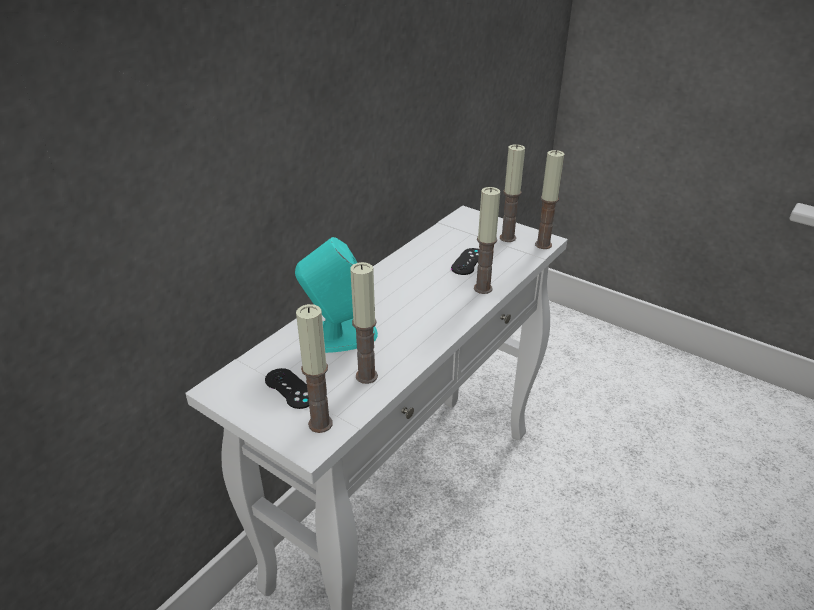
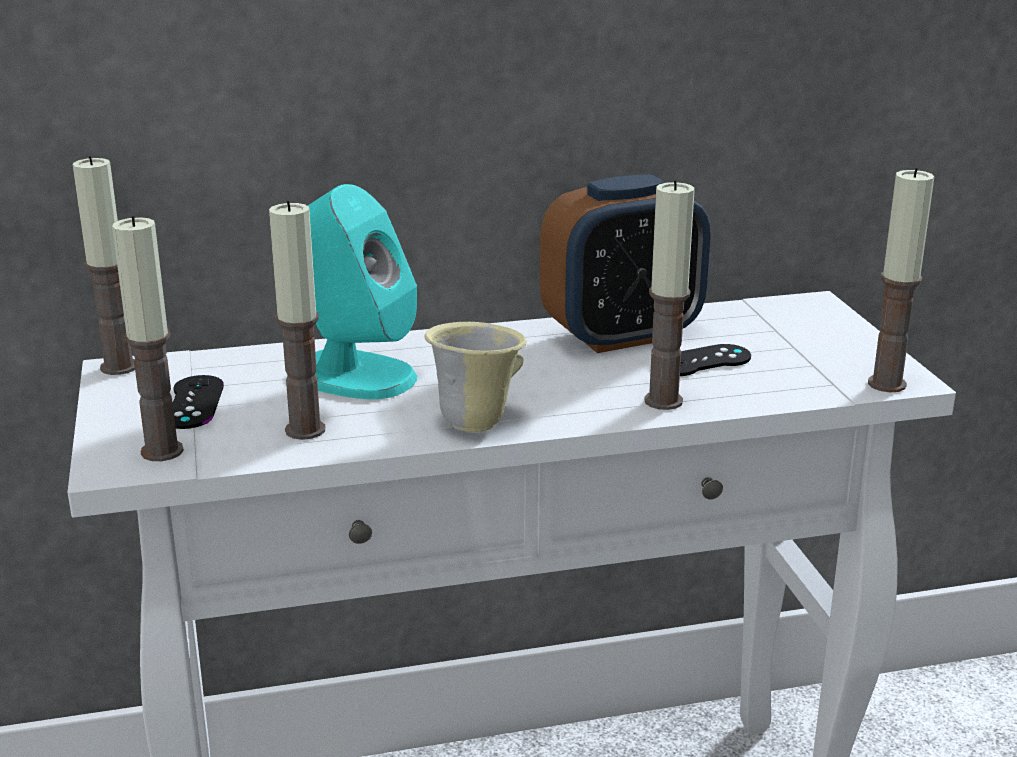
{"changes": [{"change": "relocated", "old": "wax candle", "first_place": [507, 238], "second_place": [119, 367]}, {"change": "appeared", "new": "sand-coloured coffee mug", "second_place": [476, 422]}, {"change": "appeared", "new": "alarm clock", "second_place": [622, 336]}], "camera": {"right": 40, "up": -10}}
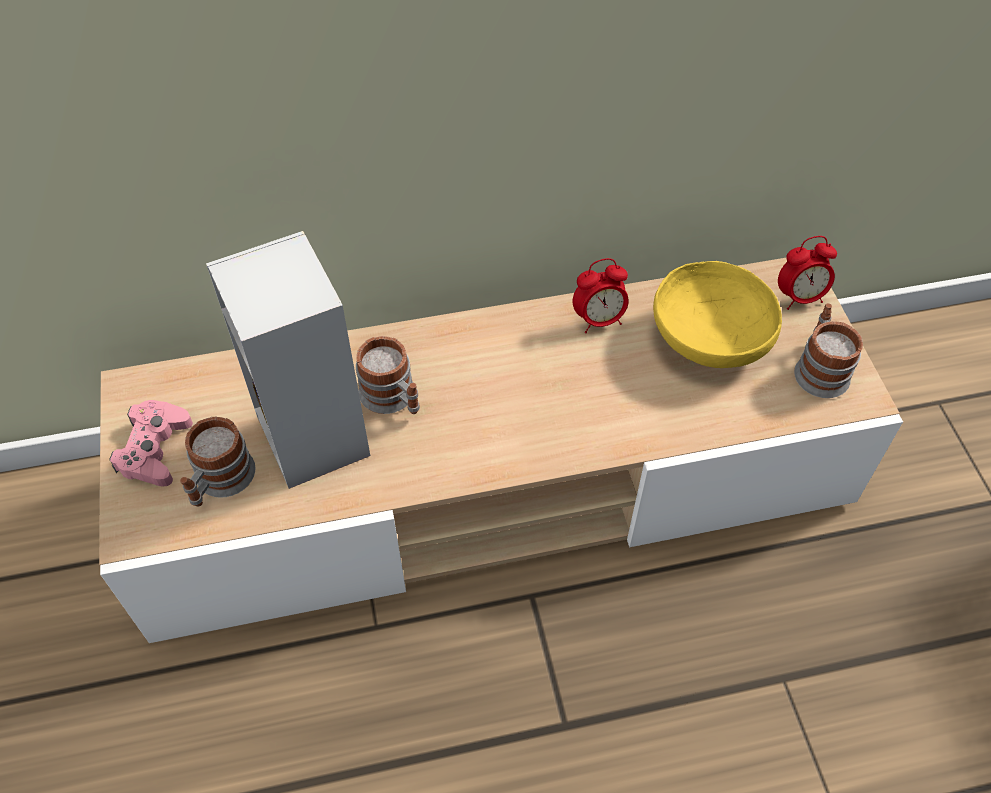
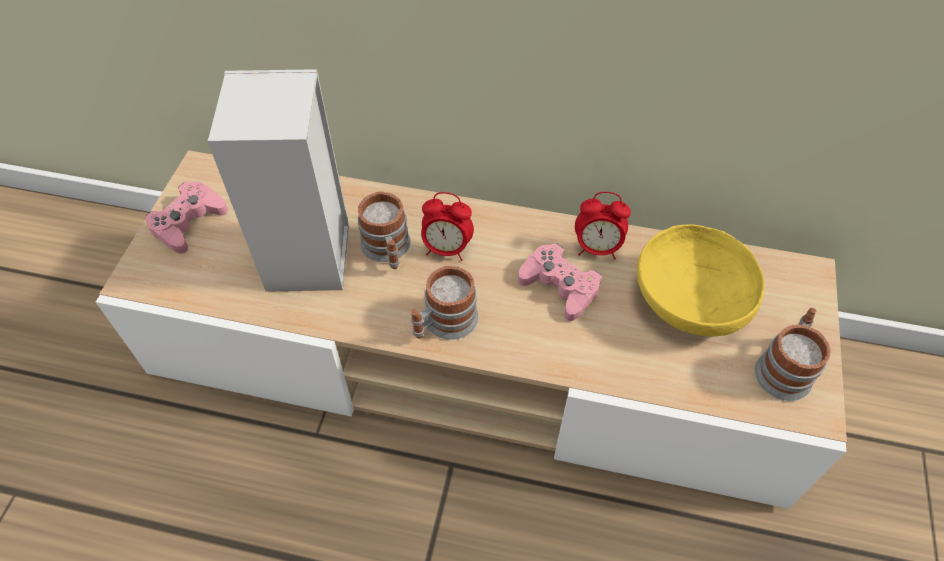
{"changes": [{"change": "relocated", "old": "coffee mug", "first_place": [220, 481], "second_place": [443, 323]}, {"change": "relocated", "old": "alarm clock", "first_place": [799, 297], "second_place": [447, 249]}, {"change": "appeared", "new": "pink-coloured game controller", "second_place": [559, 286]}], "camera": {"right": 25, "up": 0}}
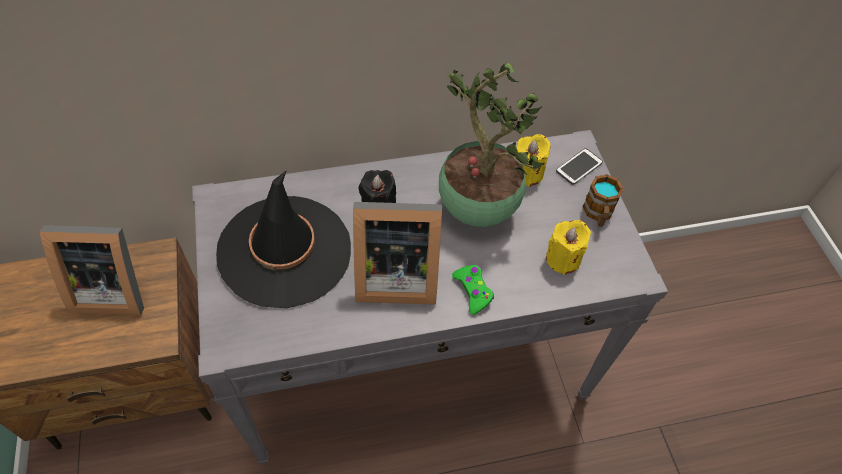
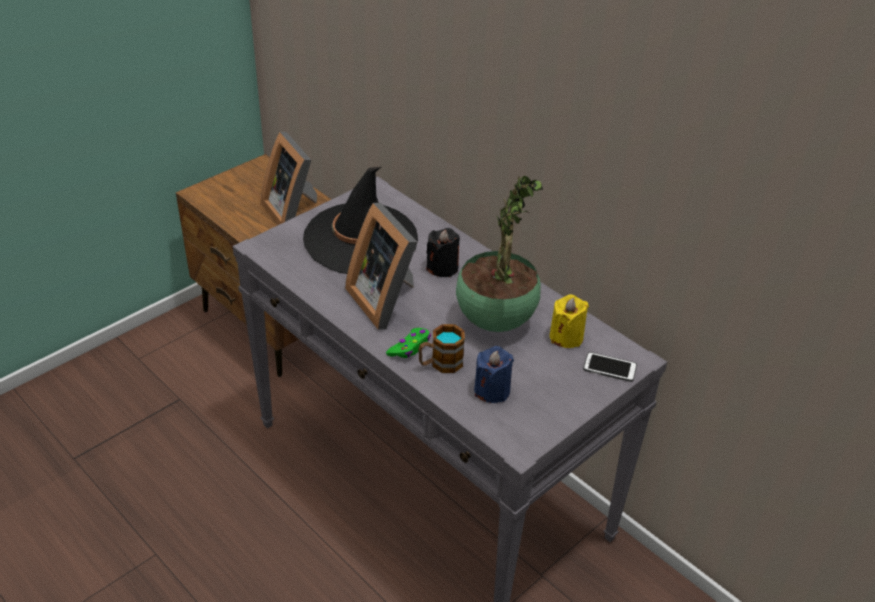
{"changes": [{"change": "relocated", "old": "coffee mug", "first_place": [598, 214], "second_place": [440, 364]}, {"change": "colour", "old": "yellowish wax candle", "new": "blue wax candle", "first_place": [563, 259], "second_place": [492, 390]}], "camera": {"right": 60, "up": -15}}
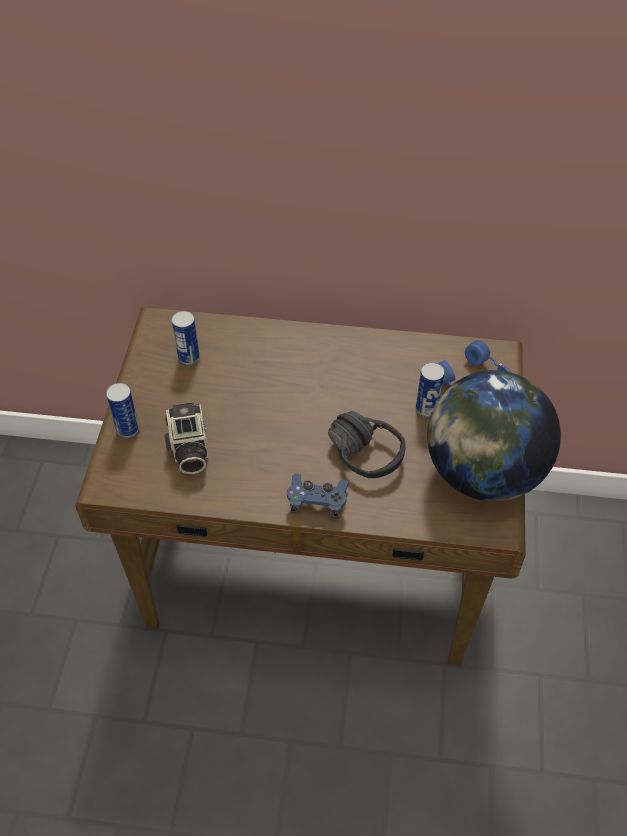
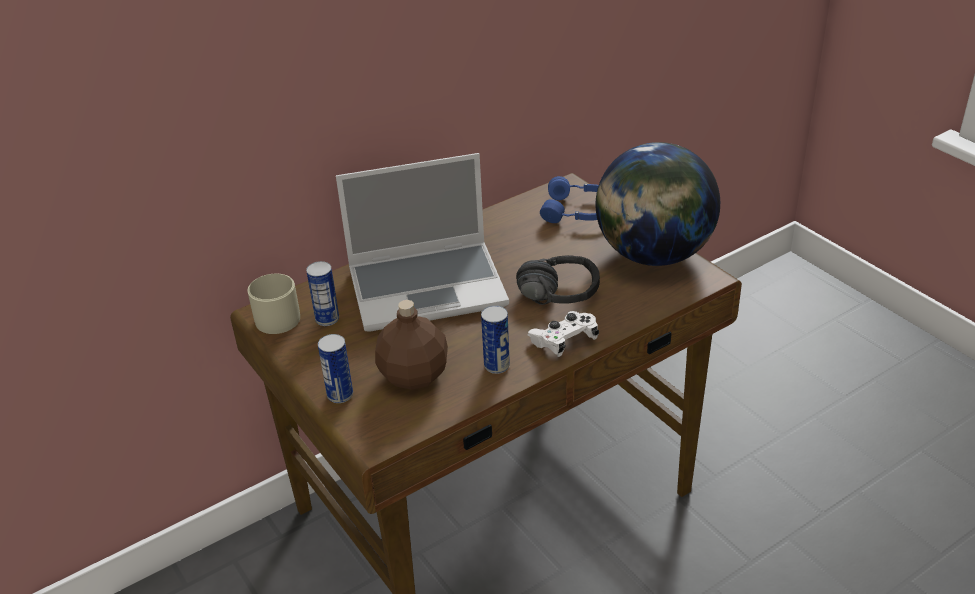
{"changes": [{"change": "appeared", "new": "sand-coloured coffee mug", "second_place": [280, 315]}, {"change": "appeared", "new": "laptop", "second_place": [428, 286]}, {"change": "exchanged", "old": "photo camera", "new": "brown beverage bottle", "first_place": [188, 449], "second_place": [414, 375]}, {"change": "relocated", "old": "can", "first_place": [426, 409], "second_place": [496, 366]}, {"change": "colour", "old": "blue game controller", "new": "whitish game controller", "first_place": [317, 501], "second_place": [564, 341]}], "camera": {"right": -40, "up": -15}}
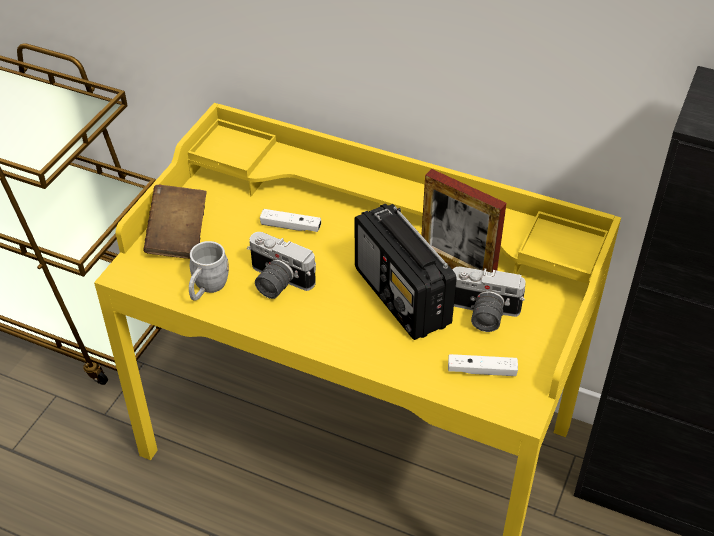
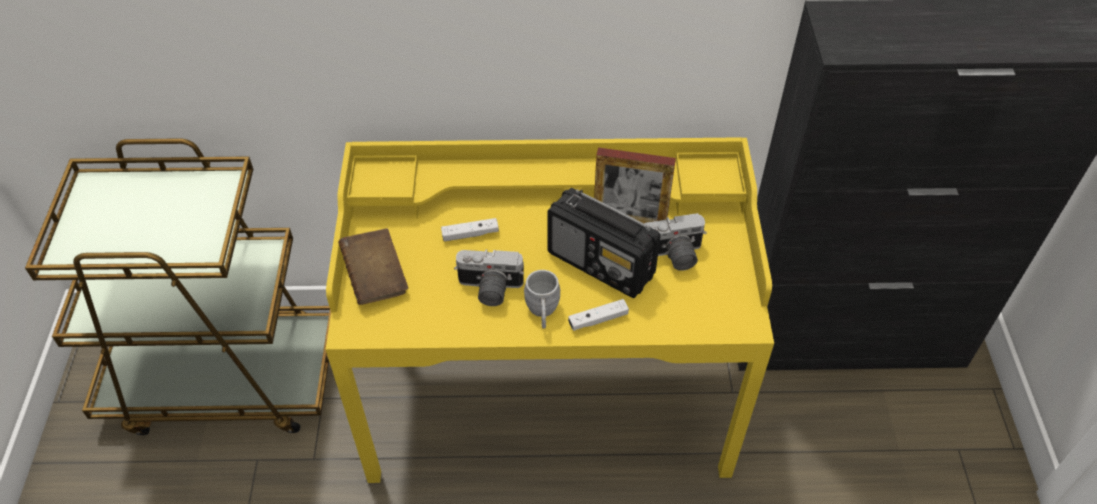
{"changes": [{"change": "relocated", "old": "gray coffee mug", "first_place": [207, 288], "second_place": [542, 313]}, {"change": "relocated", "old": "whitish game controller", "first_place": [482, 371], "second_place": [598, 319]}], "camera": {"right": -25, "up": 5}}
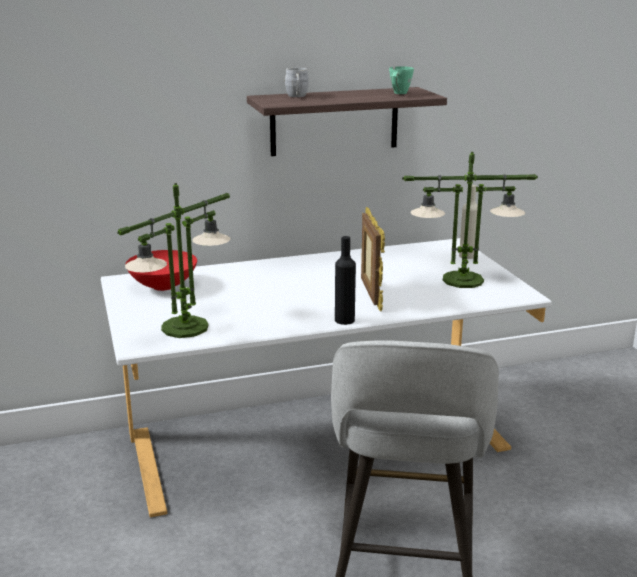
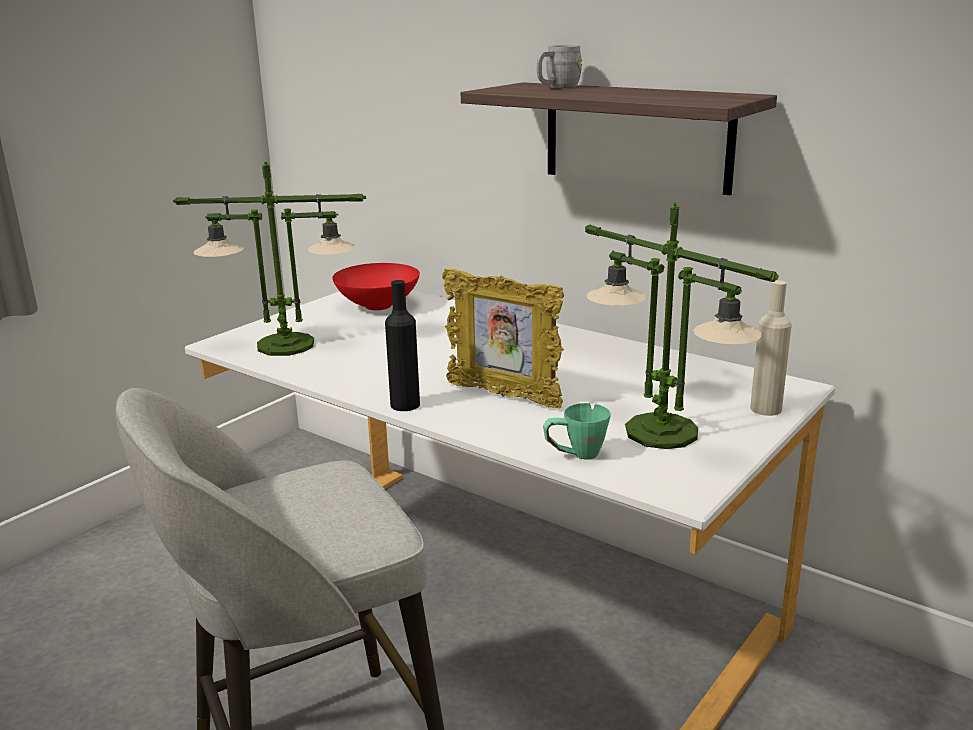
{"changes": [{"change": "spun", "old": "picture frame", "first_place": [370, 296], "second_place": [504, 396], "degrees": 75}, {"change": "relocated", "old": "greenish coffee mug", "first_place": [398, 94], "second_place": [575, 455]}], "camera": {"right": 55, "up": 0}}
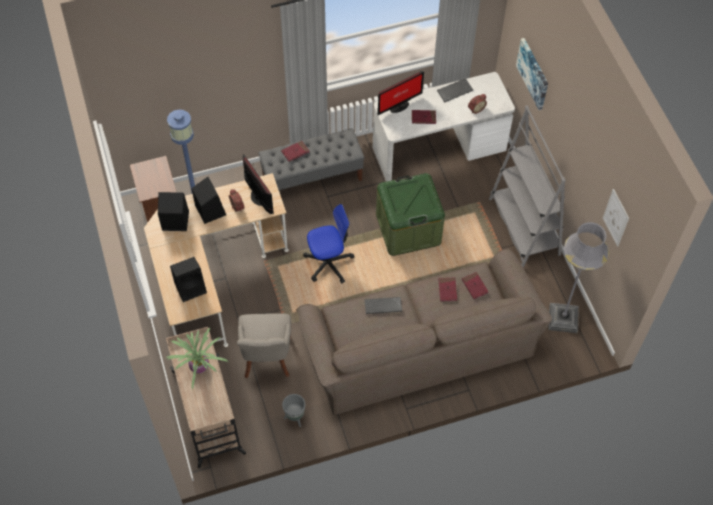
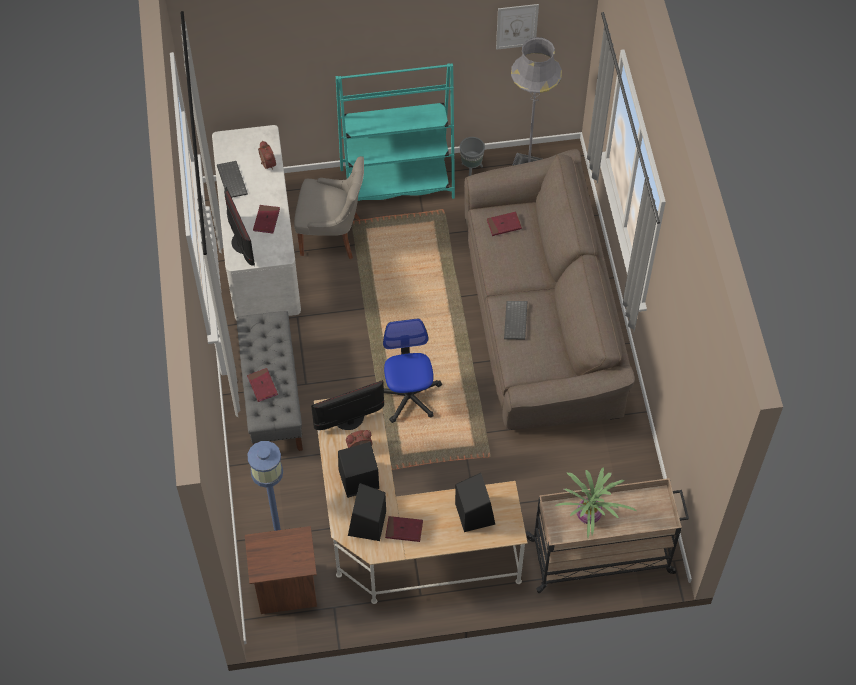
{"changes": [{"change": "relocated", "old": "gray upright chair", "first_place": [267, 359], "second_place": [332, 236]}, {"change": "colour", "old": "gray shelving unit", "new": "turquoise-coloured shelving unit", "first_place": [524, 227], "second_place": [397, 183]}, {"change": "relocated", "old": "reddish book", "first_place": [447, 290], "second_place": [404, 530]}, {"change": "relocated", "old": "gray plant pot", "first_place": [295, 418], "second_place": [471, 170]}, {"change": "missing", "old": "greenish storage box", "first_place": [408, 229]}, {"change": "missing", "old": "wall art", "first_place": [533, 73]}], "camera": {"right": -80, "up": 0}}
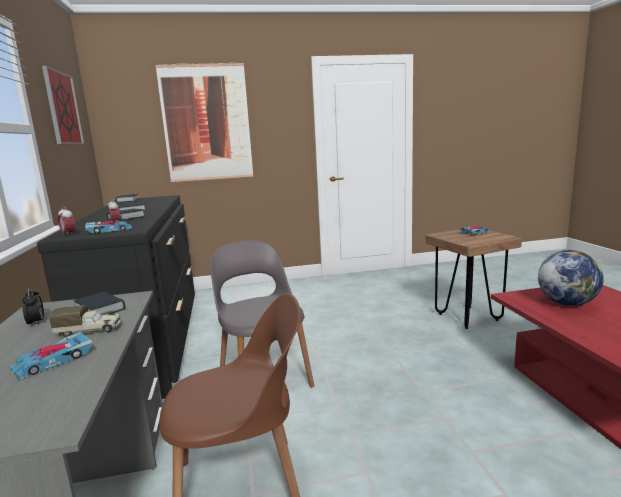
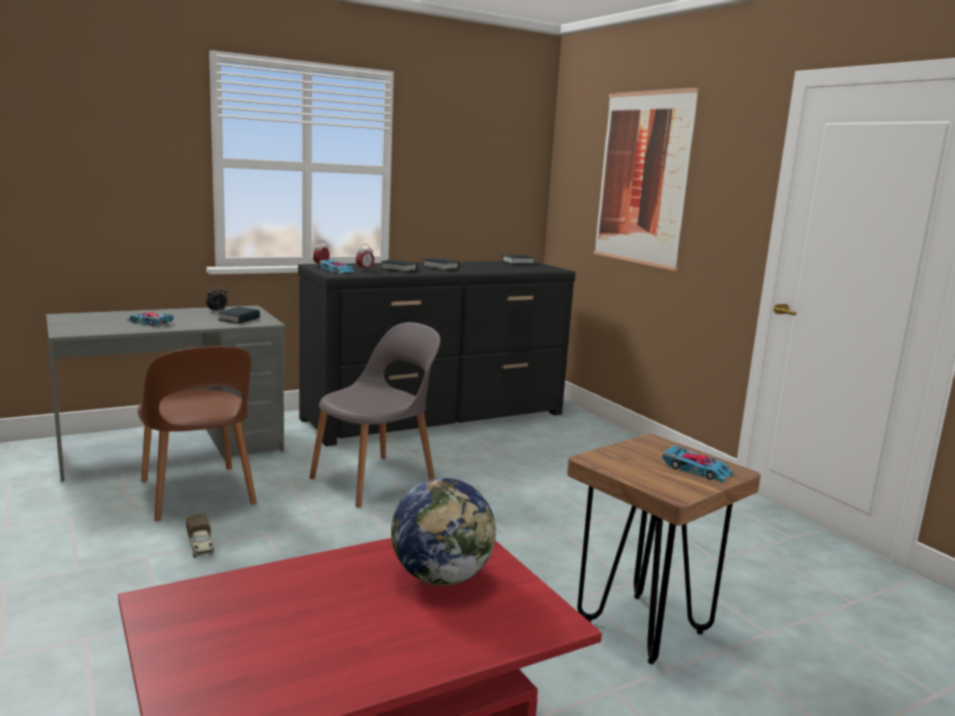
{"changes": [{"change": "relocated", "old": "toy lorry", "first_place": [90, 331], "second_place": [200, 547]}, {"change": "missing", "old": "wall art", "first_place": [63, 108]}], "camera": {"right": 70, "up": 0}}
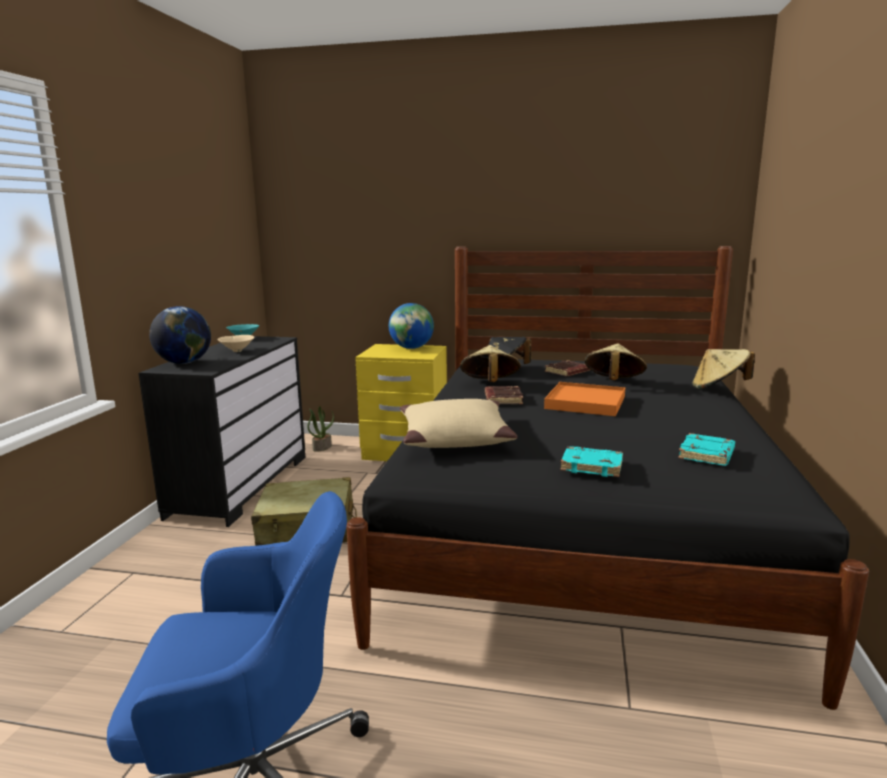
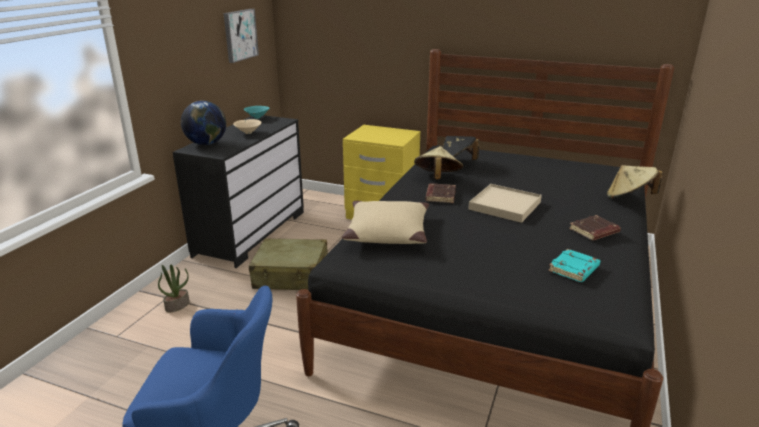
{"changes": [{"change": "relocated", "old": "potted plant", "first_place": [322, 447], "second_place": [177, 305]}, {"change": "appeared", "new": "wall art", "second_place": [239, 35]}, {"change": "colour", "old": "orange-coloured carrying tray", "new": "sand-coloured carrying tray", "first_place": [585, 403], "second_place": [504, 206]}, {"change": "relocated", "old": "brown book", "first_place": [567, 372], "second_place": [594, 231]}, {"change": "missing", "old": "globe", "first_place": [411, 348]}, {"change": "missing", "old": "turquoise-coloured book", "first_place": [592, 466]}, {"change": "missing", "old": "sand-coloured clothing hat", "first_place": [613, 382]}], "camera": {"right": 10, "up": 10}}
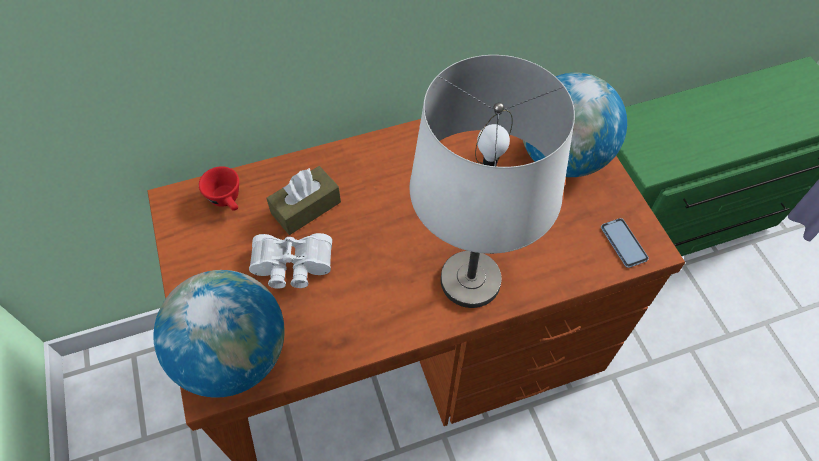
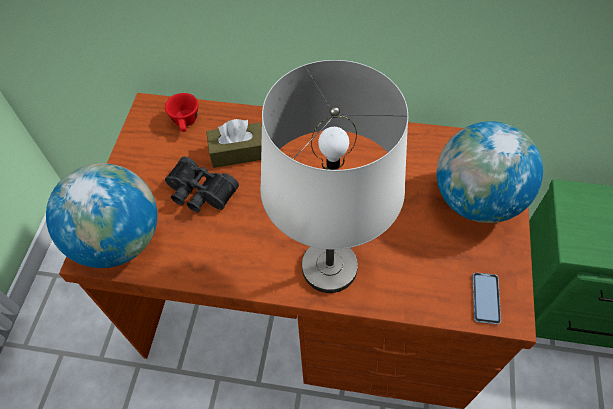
{"changes": [{"change": "colour", "old": "whitish field glasses", "new": "black-coloured field glasses", "first_place": [292, 268], "second_place": [199, 194]}], "camera": {"right": 30, "up": 0}}
